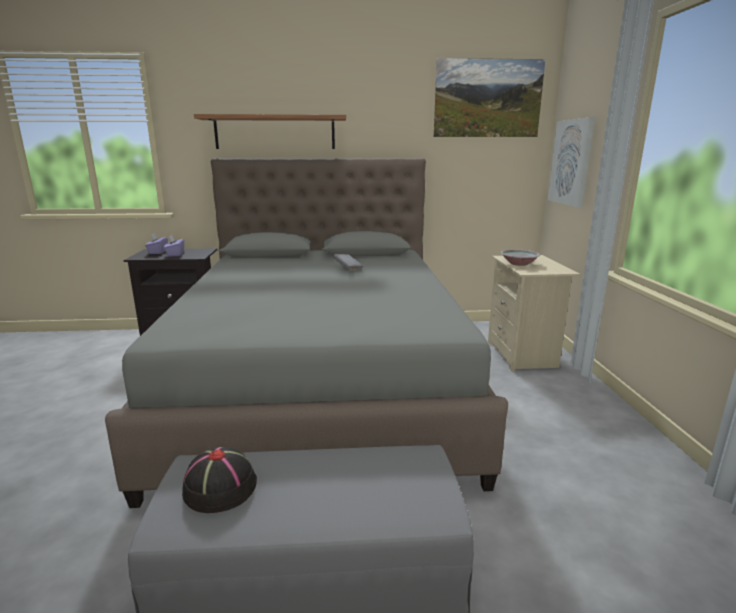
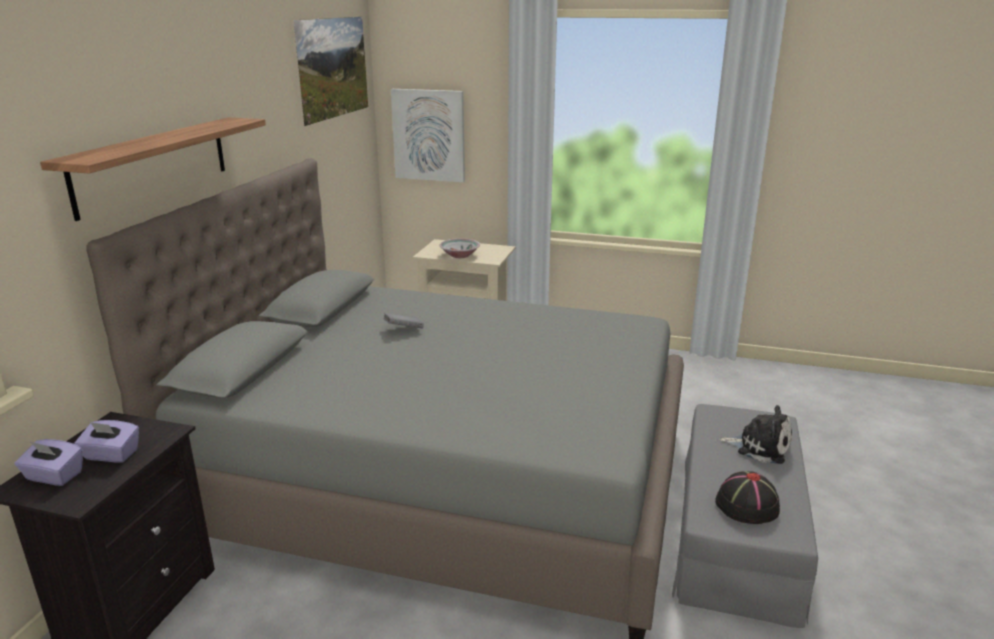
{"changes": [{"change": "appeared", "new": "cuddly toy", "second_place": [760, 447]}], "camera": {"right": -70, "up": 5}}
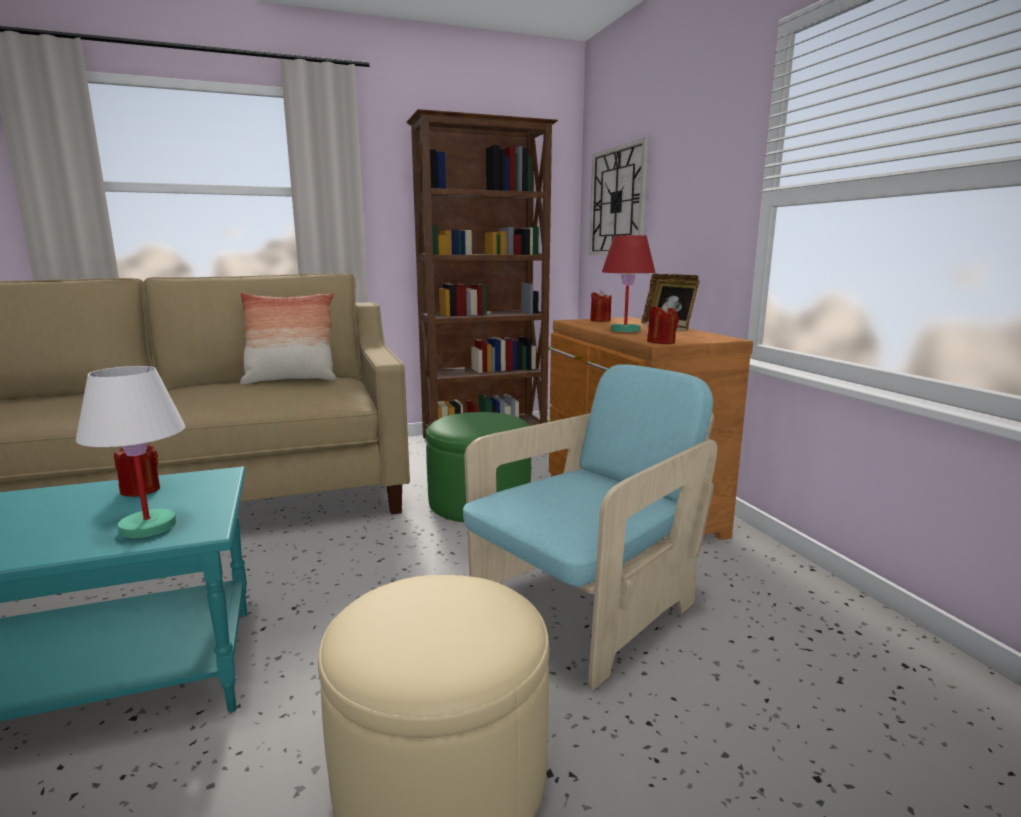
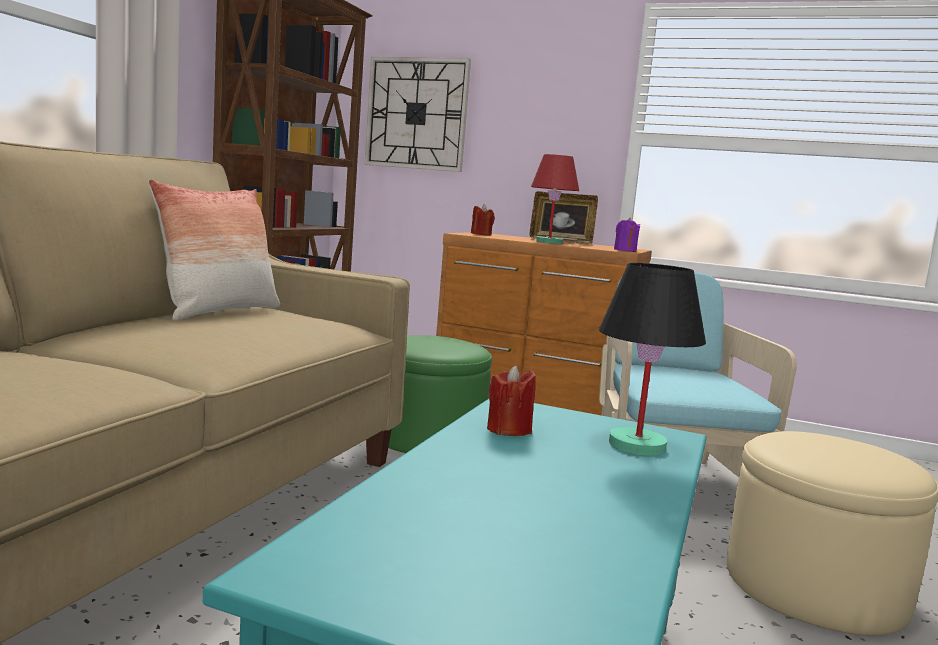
{"changes": [{"change": "colour", "old": "whitish tabletop lamp", "new": "black-coloured tabletop lamp", "first_place": [147, 526], "second_place": [635, 445]}, {"change": "colour", "old": "reddish wax candle", "new": "purple-coloured wax candle", "first_place": [661, 342], "second_place": [625, 251]}], "camera": {"right": -50, "up": -5}}
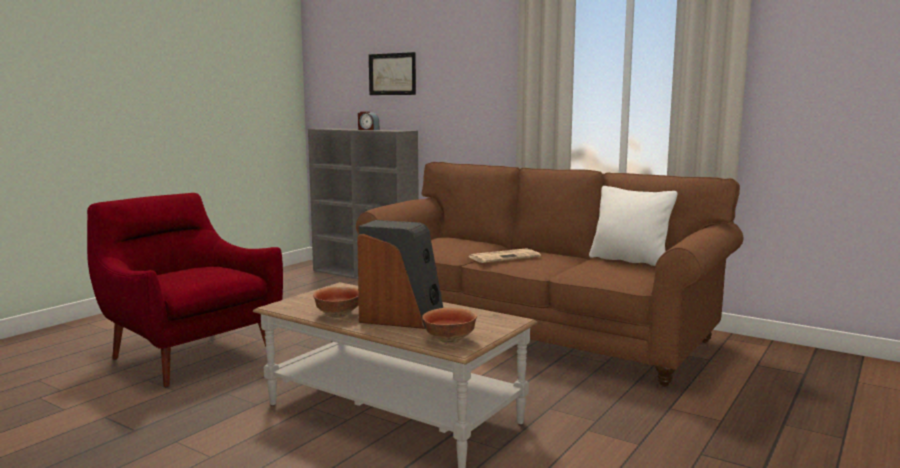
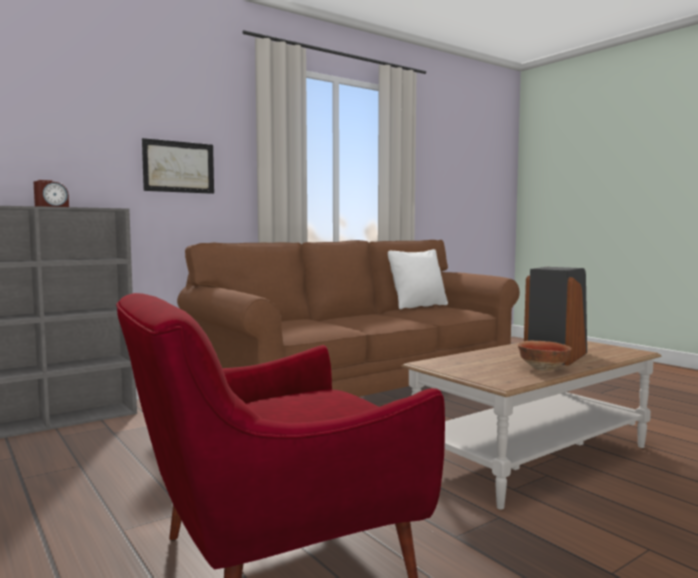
{"changes": [{"change": "relocated", "old": "wall art", "first_place": [392, 74], "second_place": [179, 167]}, {"change": "missing", "old": "bowl", "first_place": [450, 340]}, {"change": "missing", "old": "newspaper", "first_place": [504, 257]}], "camera": {"right": -70, "up": -5}}
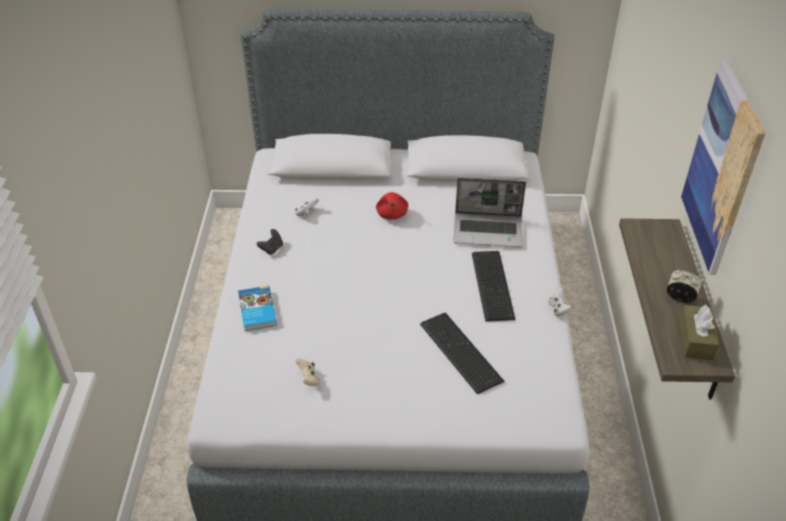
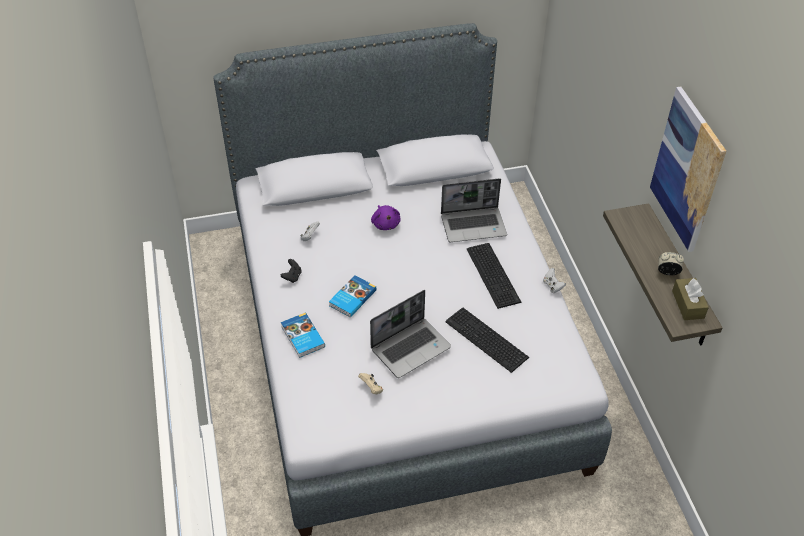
{"changes": [{"change": "appeared", "new": "book", "second_place": [351, 298]}, {"change": "appeared", "new": "laptop", "second_place": [411, 347]}, {"change": "colour", "old": "reddish cuddly toy", "new": "purple-coloured cuddly toy", "first_place": [392, 213], "second_place": [385, 223]}], "camera": {"right": -15, "up": 5}}
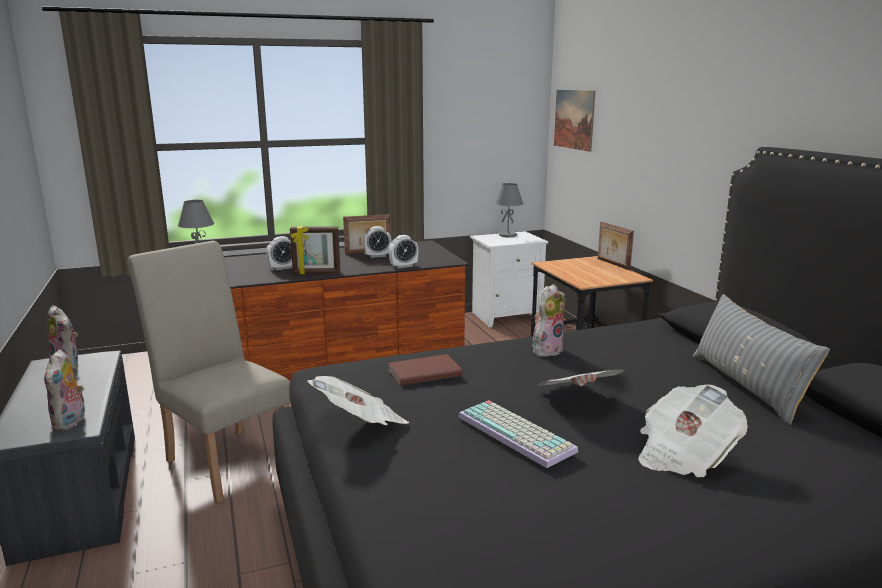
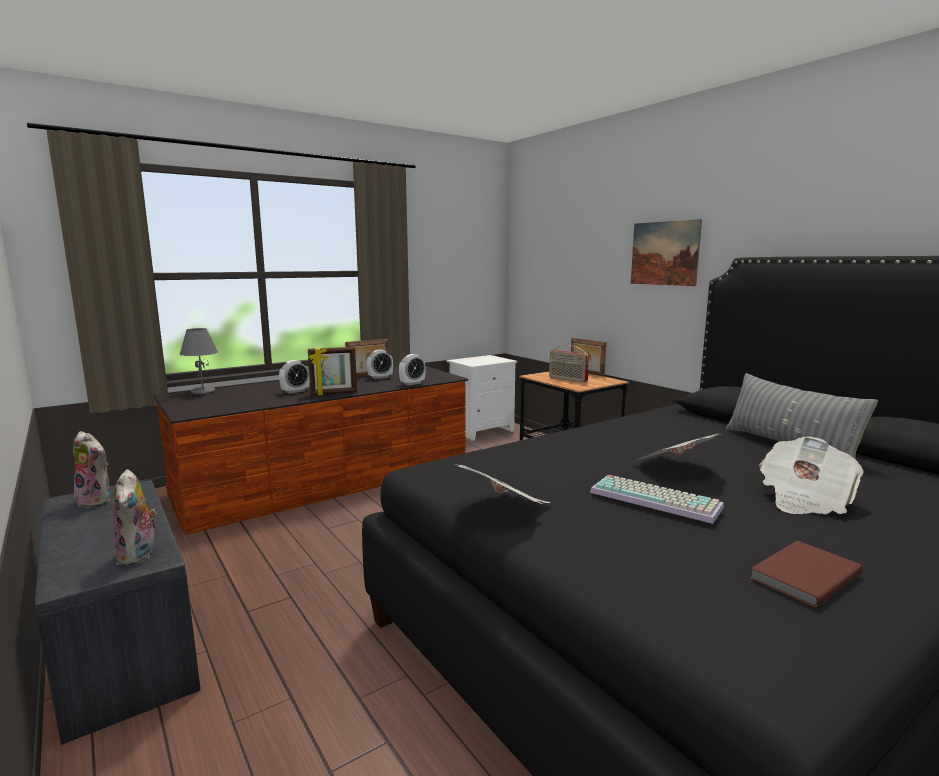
{"changes": [{"change": "appeared", "new": "radio", "second_place": [567, 379]}, {"change": "relocated", "old": "wall art", "first_place": [574, 119], "second_place": [664, 253]}, {"change": "relocated", "old": "brown book", "first_place": [423, 372], "second_place": [802, 576]}, {"change": "missing", "old": "sand-coloured upright chair", "first_place": [225, 459]}, {"change": "missing", "old": "gray tabletop lamp", "first_place": [508, 235]}, {"change": "missing", "old": "cuddly toy", "first_place": [546, 350]}], "camera": {"right": -15, "up": -5}}
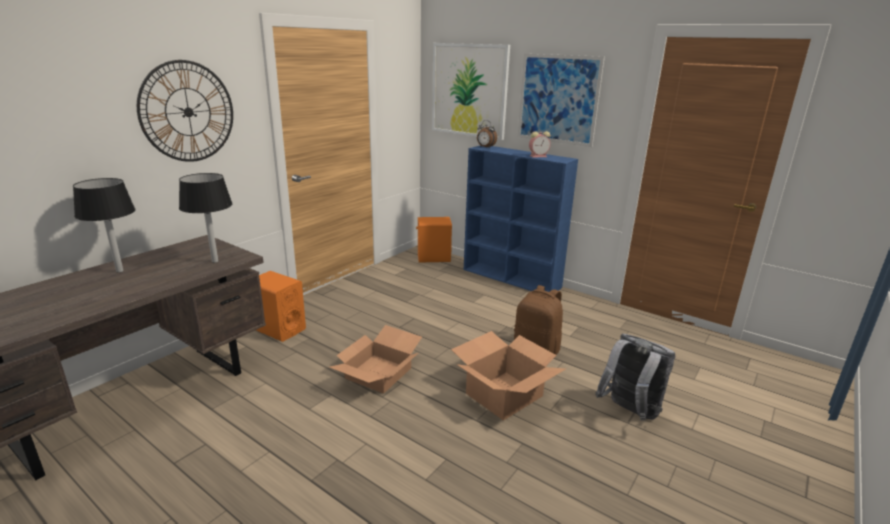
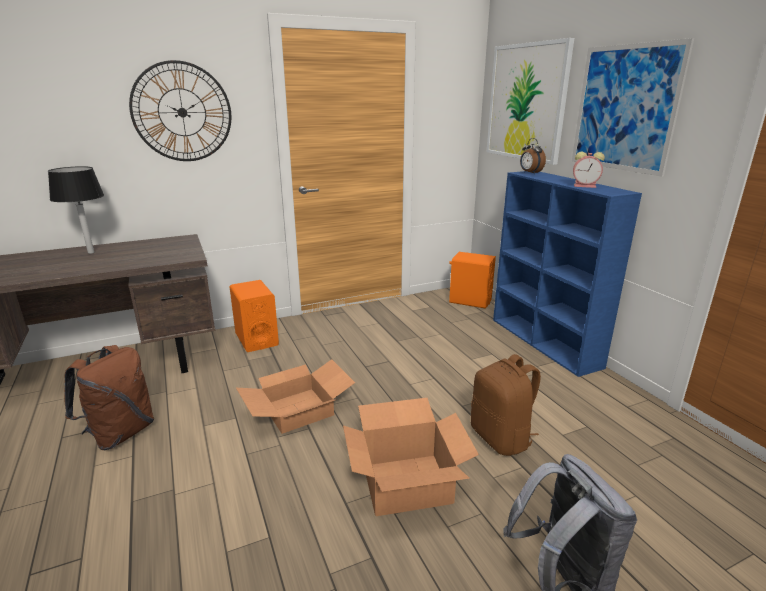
{"changes": [{"change": "appeared", "new": "brown knapsack", "second_place": [120, 433]}, {"change": "missing", "old": "black-coloured tabletop lamp", "first_place": [215, 261]}], "camera": {"right": 30, "up": 0}}
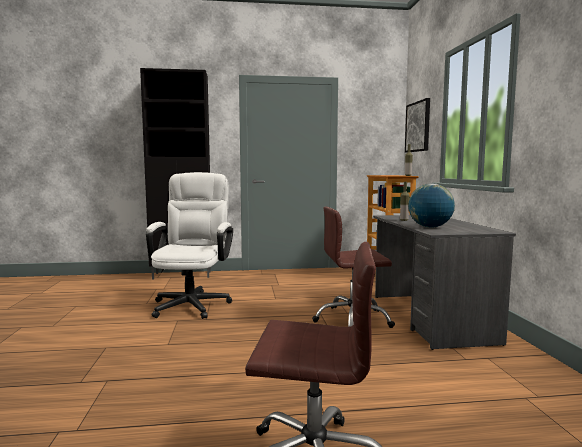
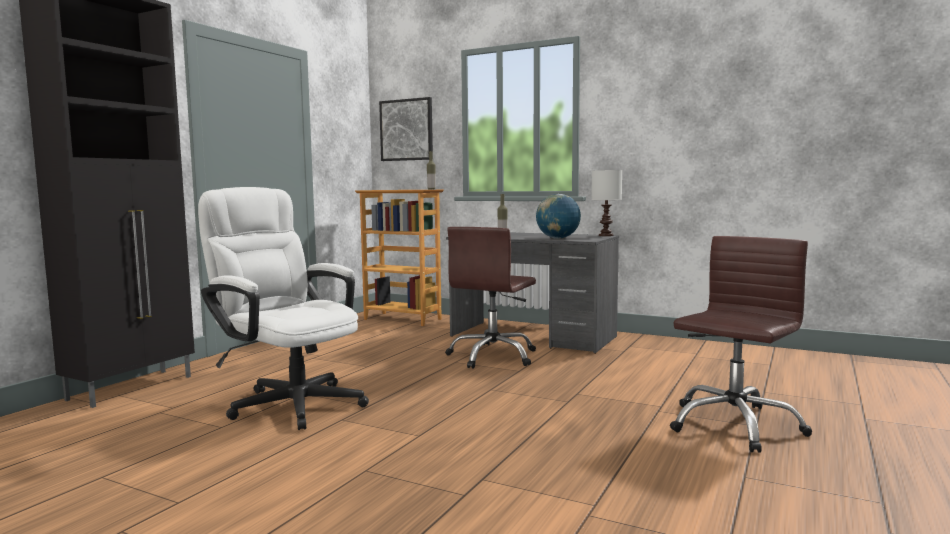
{"changes": [{"change": "appeared", "new": "whitish tabletop lamp", "second_place": [605, 235]}], "camera": {"right": -55, "up": 0}}
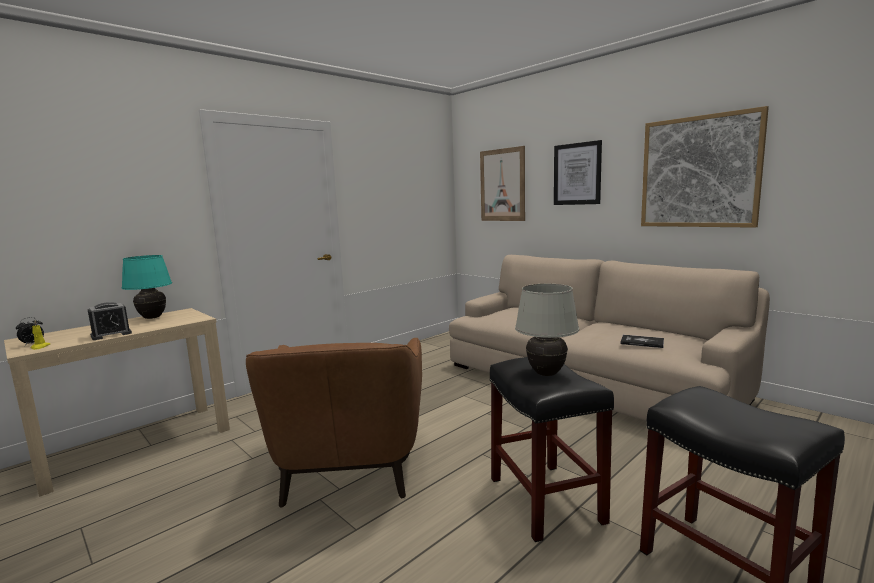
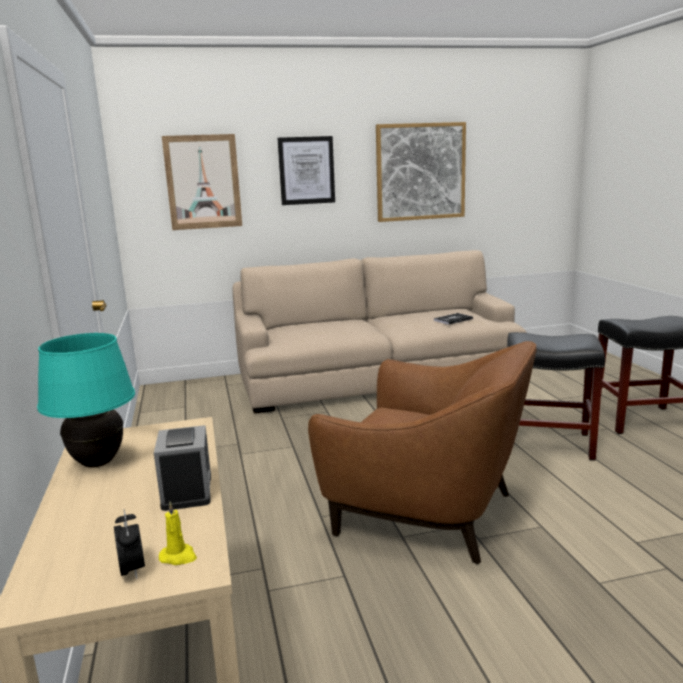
{"changes": [{"change": "missing", "old": "whitish tabletop lamp", "first_place": [546, 374]}], "camera": {"right": -60, "up": 5}}
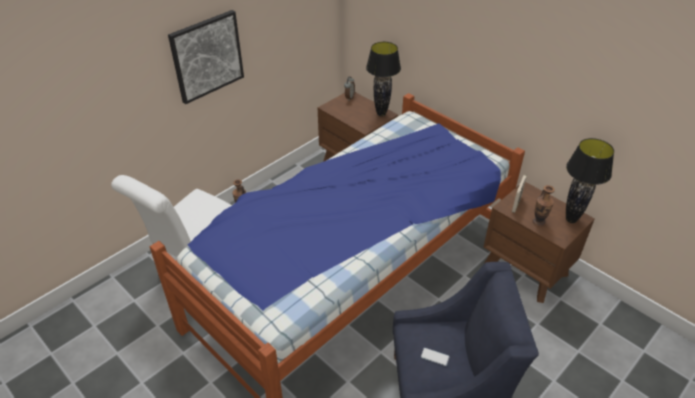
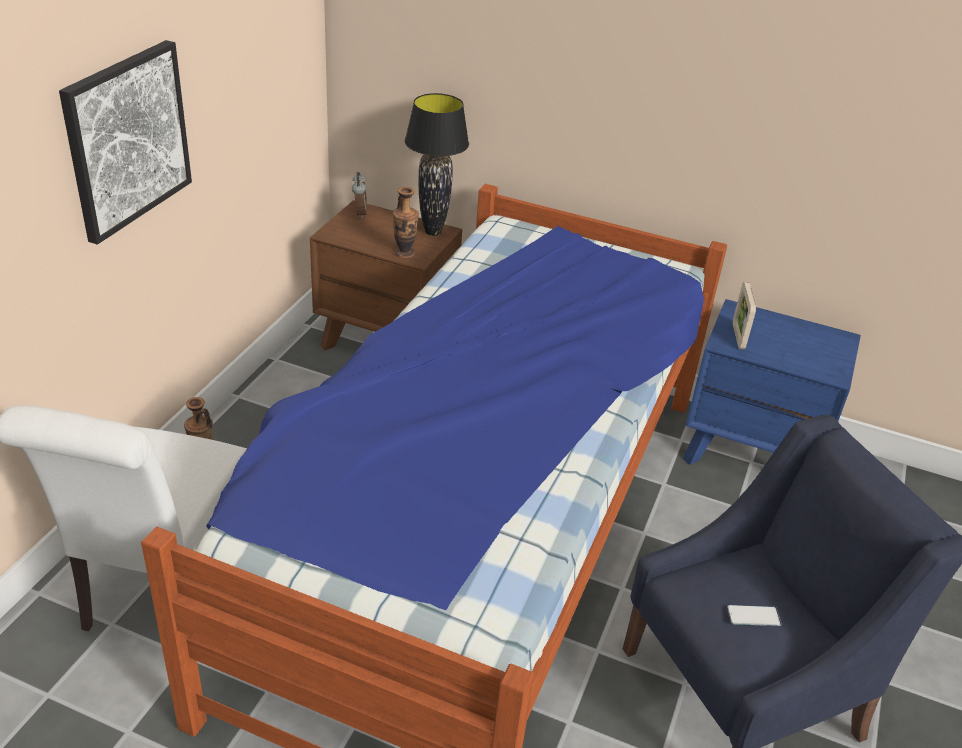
{"changes": [{"change": "relocated", "old": "decorative vase", "first_place": [538, 222], "second_place": [404, 253]}, {"change": "colour", "old": "brown bedside table", "new": "blue bedside table", "first_place": [526, 270], "second_place": [751, 452]}, {"change": "missing", "old": "black-coloured tabletop lamp", "first_place": [571, 220]}], "camera": {"right": -25, "up": -5}}
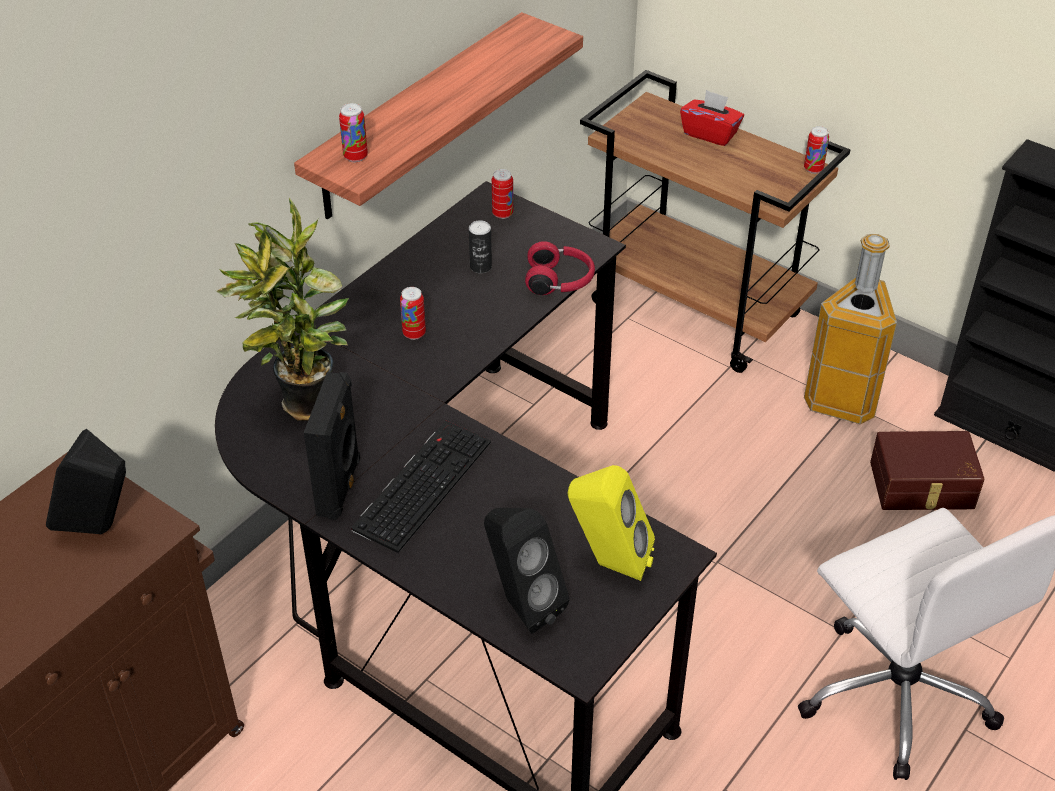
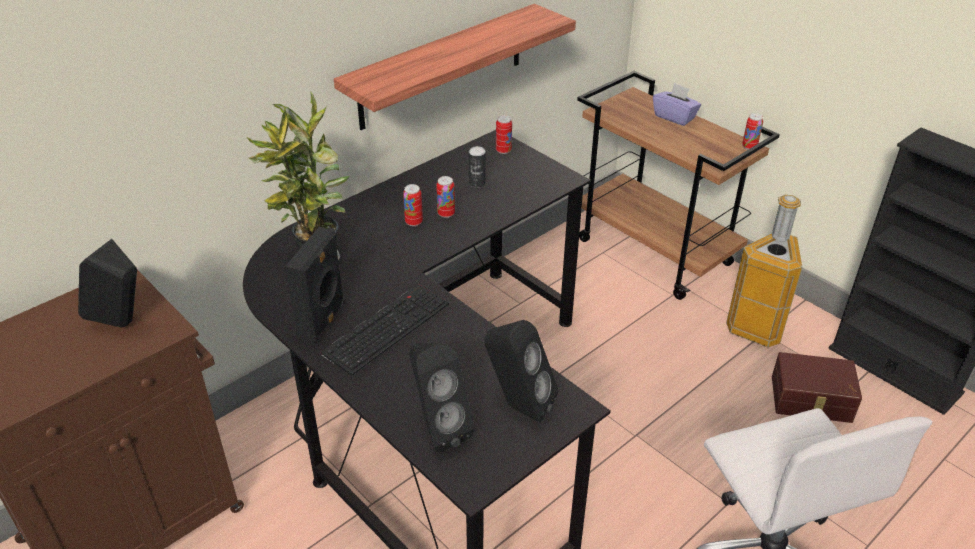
{"changes": [{"change": "relocated", "old": "can", "first_place": [355, 157], "second_place": [446, 214]}, {"change": "colour", "old": "yellowish loudspeaker", "new": "black-coloured loudspeaker", "first_place": [608, 563], "second_place": [518, 406]}, {"change": "colour", "old": "reddish tissue box", "new": "purple-coloured tissue box", "first_place": [710, 134], "second_place": [674, 117]}, {"change": "missing", "old": "reddish headset", "first_place": [560, 281]}], "camera": {"right": 10, "up": -5}}
